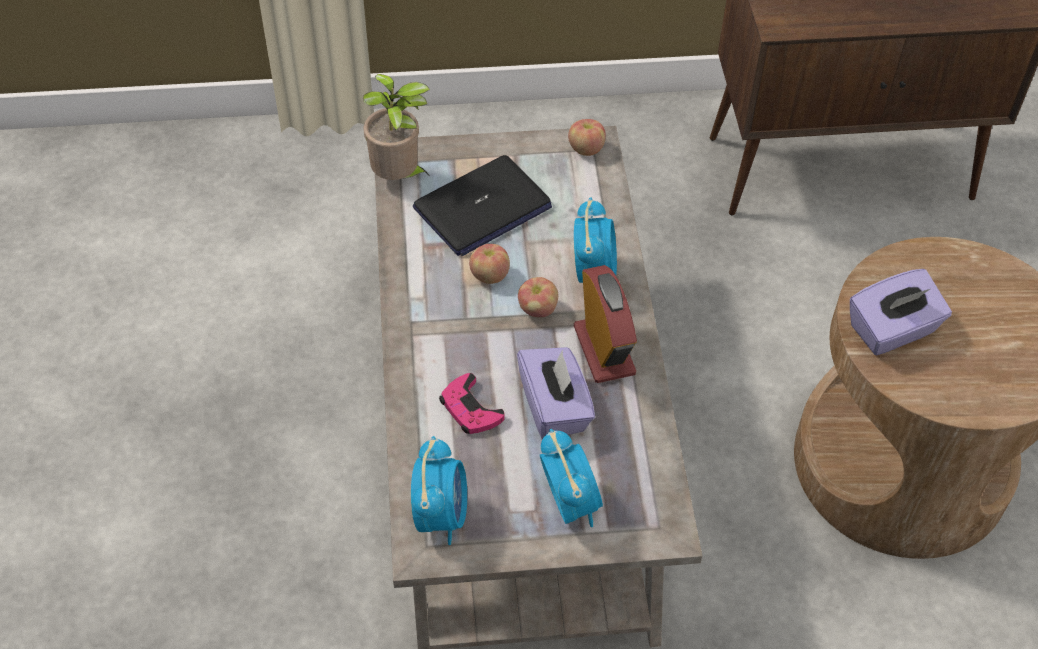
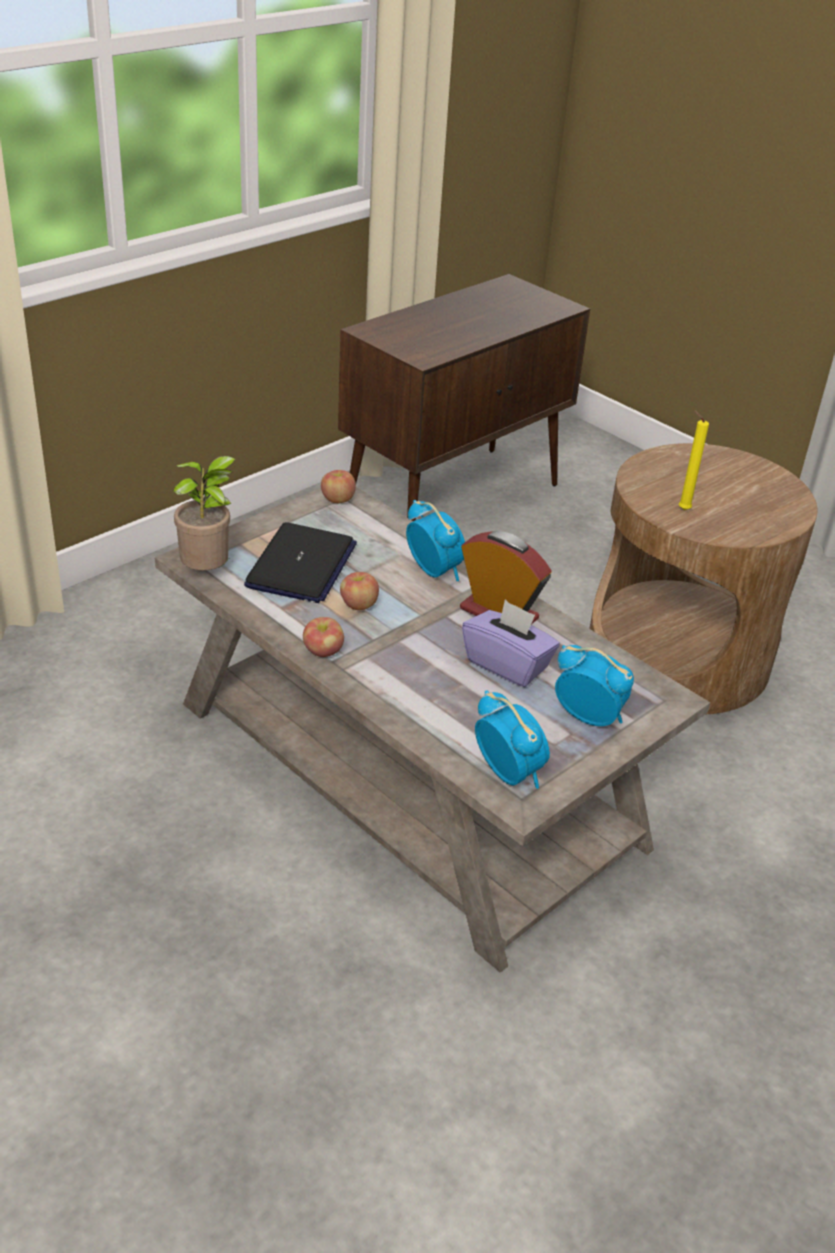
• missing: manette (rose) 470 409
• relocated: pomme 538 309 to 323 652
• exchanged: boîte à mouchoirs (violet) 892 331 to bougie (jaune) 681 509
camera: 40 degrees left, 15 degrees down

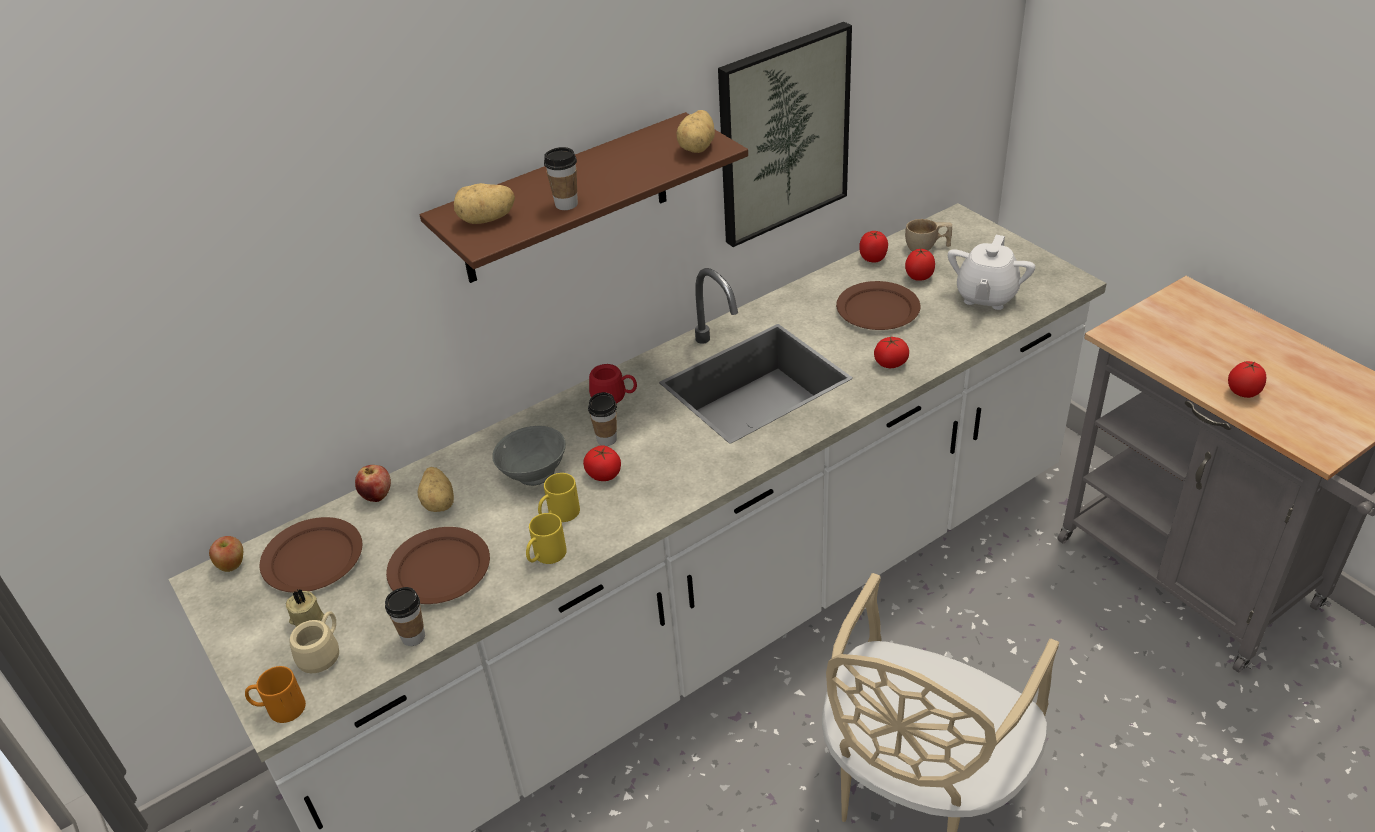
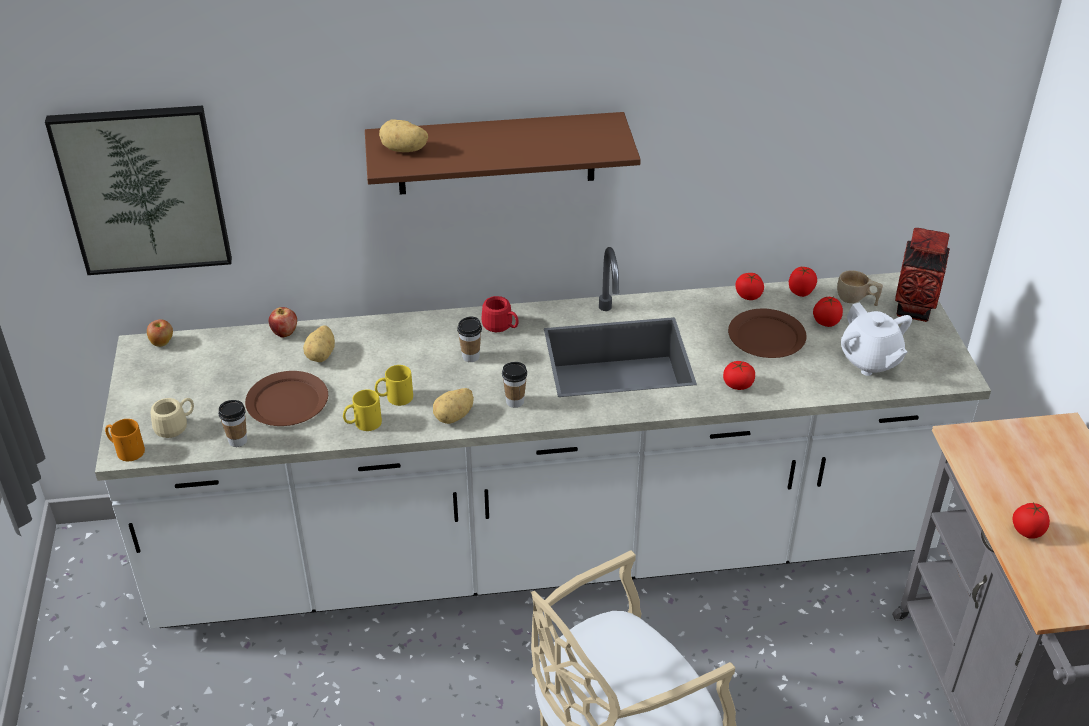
• missing: assiette (marron) 313 558
• missing: bougie (beige) 306 619
• missing: bol (gris) 533 473
• appeared: vase 913 310
• relocated: tasse 566 204 to 515 402
• relocated: tomate 604 474 to 748 295
• relocated: pomme de terre 698 147 to 454 416
• relocated: tableau 783 134 to 143 190
• spun: théière (blanc) 986 296 = 870 361 75 degrees counterclockwise
camera: 25 degrees right, 0 degrees up

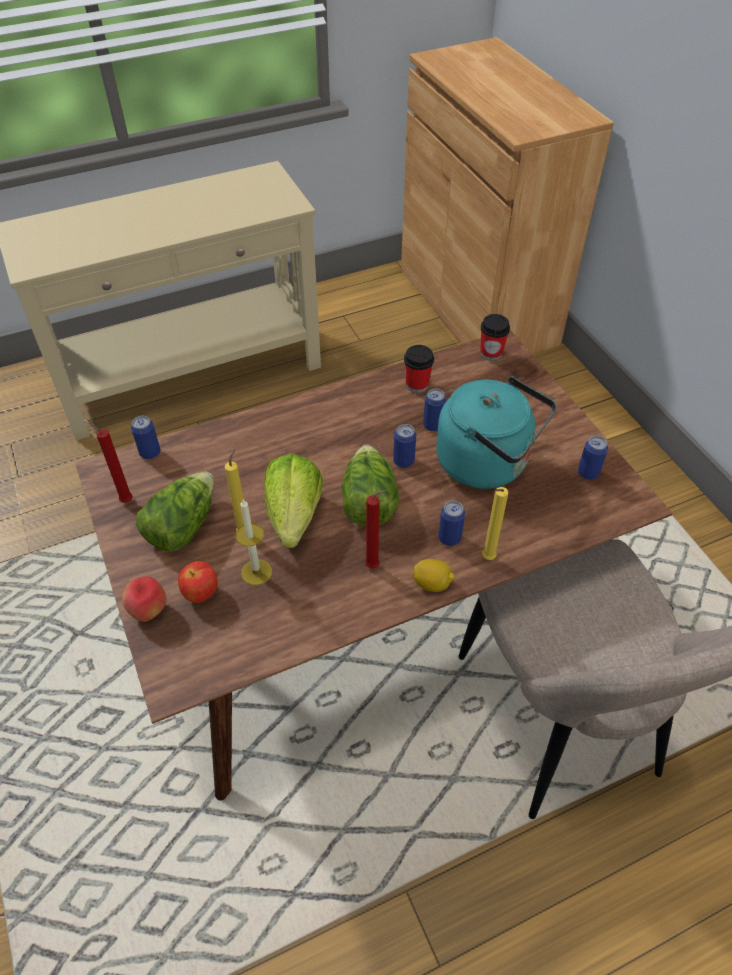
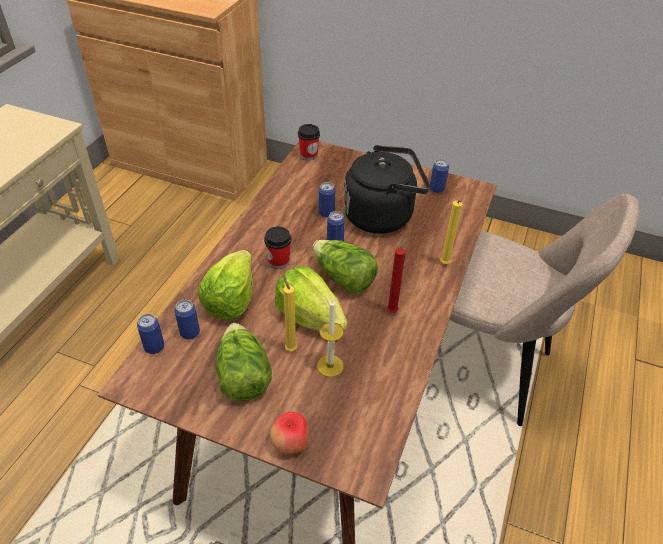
• missing: bougie (rouge) 125 500
• missing: pomme 201 594
• missing: citron 432 584
• appeared: laitue 231 300
• relocated: tasse 417 385 to 279 261
• relocated: boîte métallique 449 538 to 190 333
• colour: bouilloire (turquoise) 487 463 to bouilloire (noir) 382 215
camera: 45 degrees left, 5 degrees down

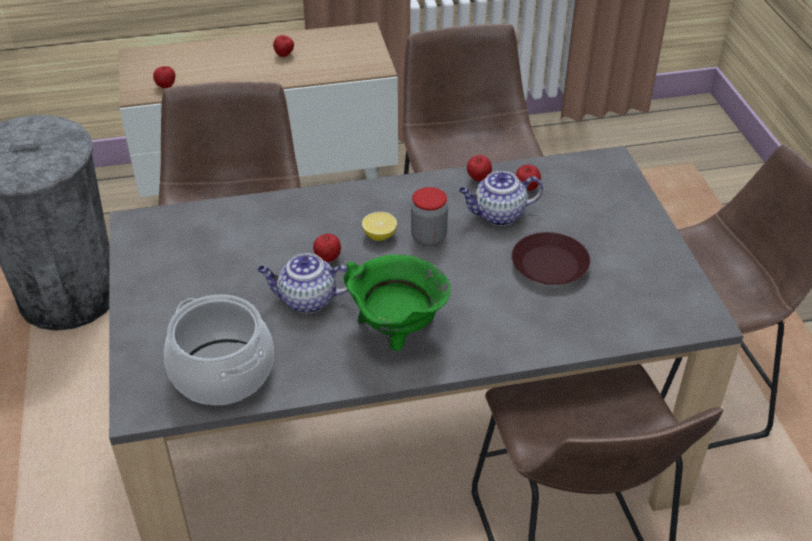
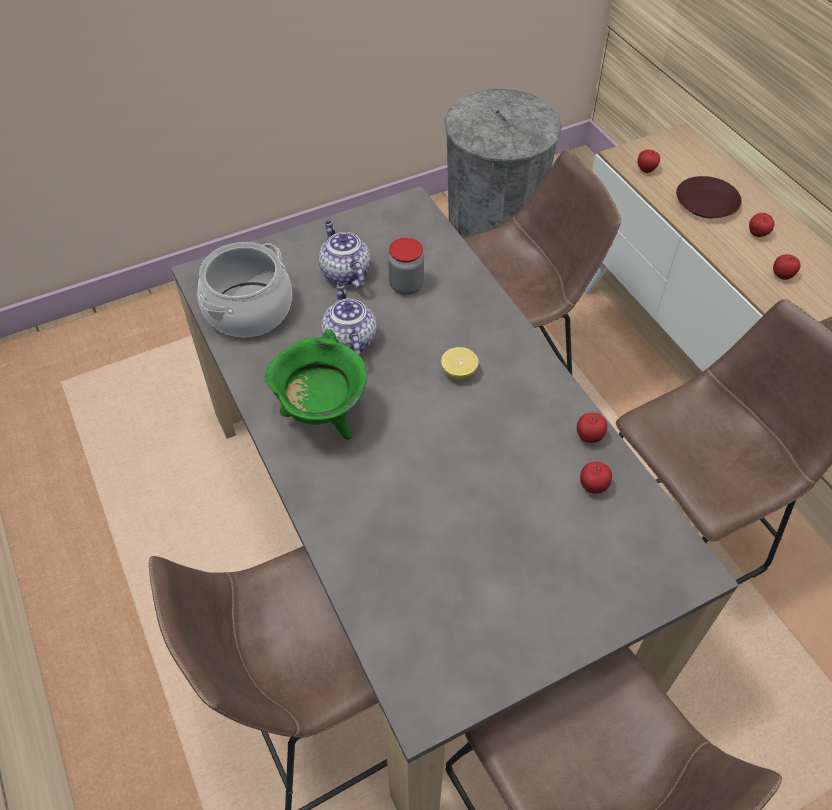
• relocated: pomme 327 259 to 781 276
• relocated: bocal 428 237 to 406 285
• relocated: théière 498 215 to 344 273
• relocated: assiette (marron) 550 265 to 706 203
camera: 75 degrees right, 10 degrees up

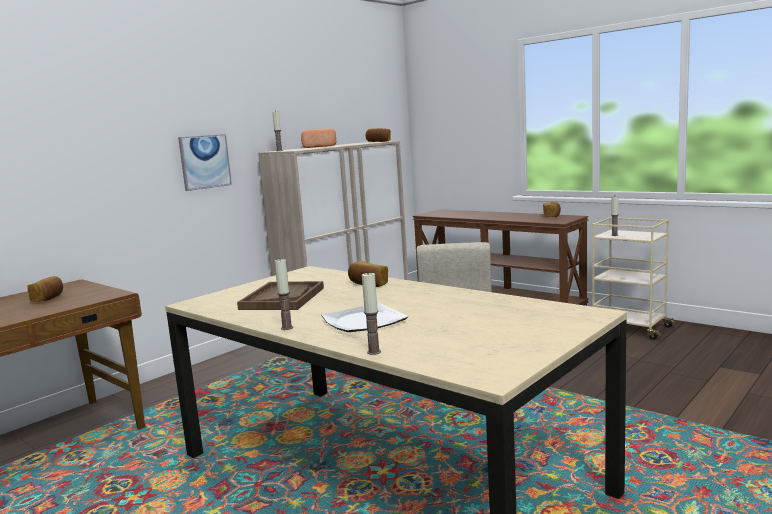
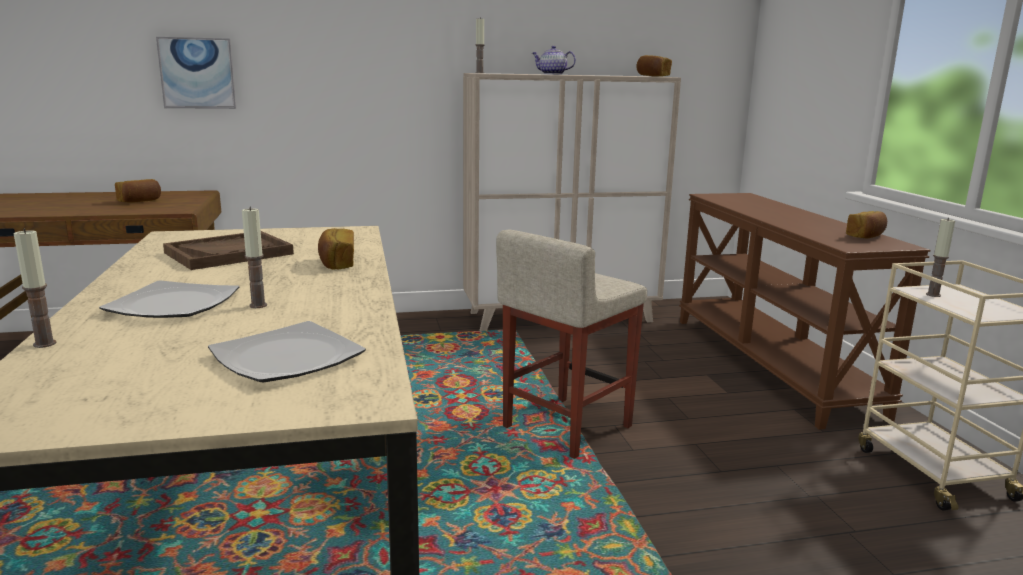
• appeared: assiette 288 357
• relocated: tableau 204 162 to 197 73
• relocated: bougie 287 328 to 258 305
• exchanged: pain 318 147 to théière 552 74
camera: 35 degrees right, 5 degrees up

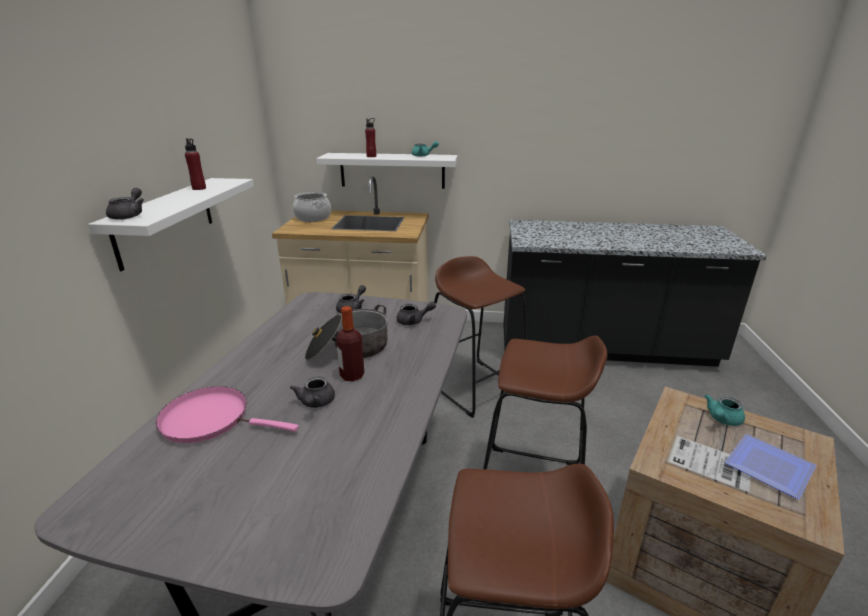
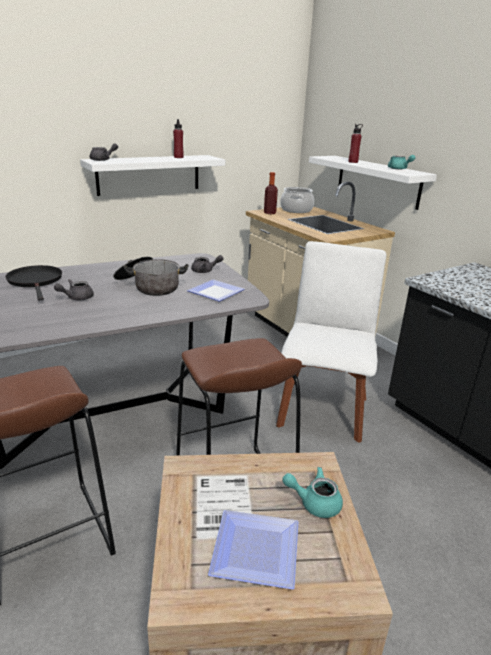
• relocated: bouteille 352 376 to 269 213
• exchanged: théière (gris) 414 321 to assiette 218 292
• exchanged: tabouret (marron) 475 386 to chaise (blanc) 322 408
• colour: poêle (rose) 211 419 to poêle (noir) 36 281
camera: 50 degrees right, 0 degrees up

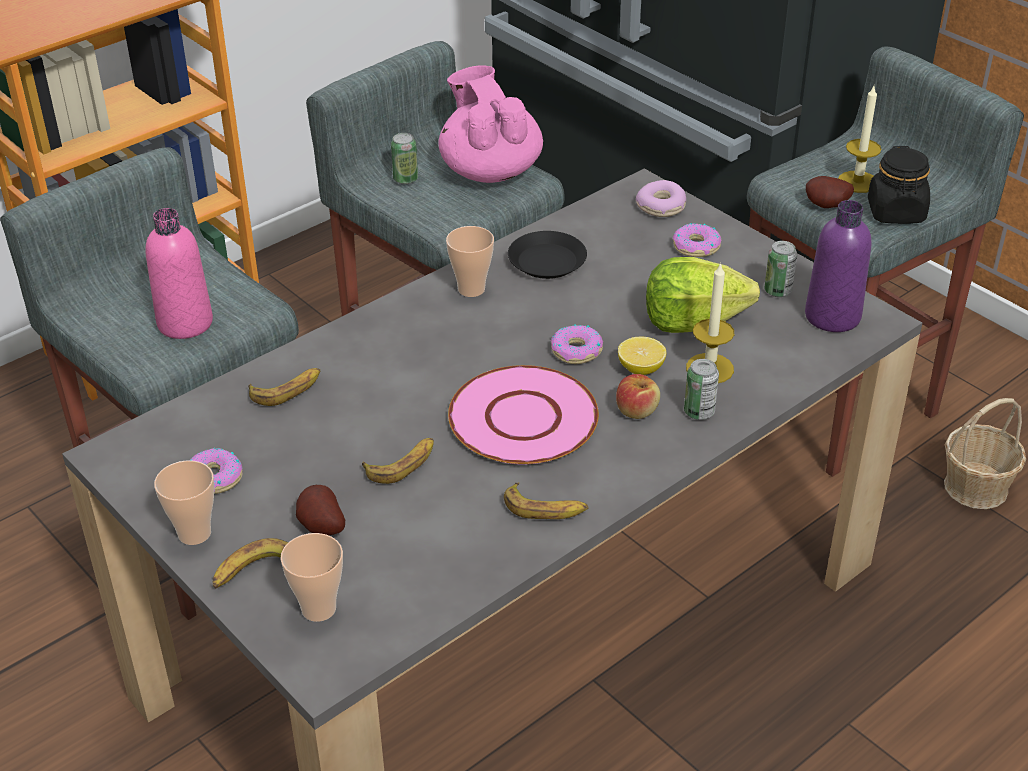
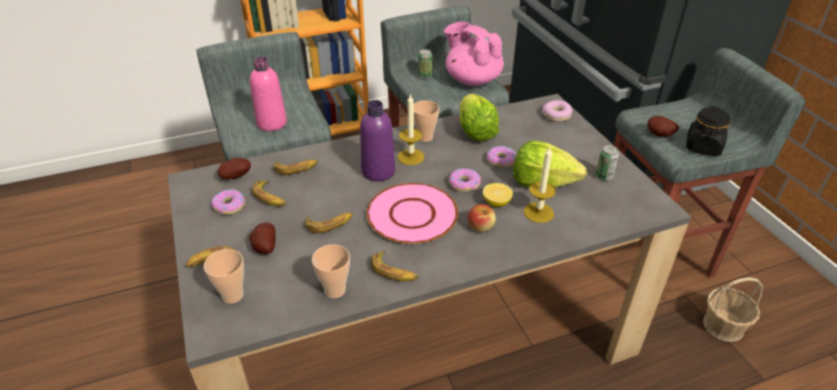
• missing: boîte métallique 699 412
• appeared: pomme de terre 236 176
• appeared: banane 270 198
• relocated: tasse 194 533 to 335 290
• relocated: beignet 696 247 to 501 161
• relocated: bouteille (violet) 832 316 to 378 171
• relocated: bougie 858 182 to 411 157
• exchanged: assiette (noir) 547 261 to laitue 475 131
• spun: théière (rose) 490 170 = 472 79 45 degrees counterclockwise
camera: 20 degrees right, 0 degrees up

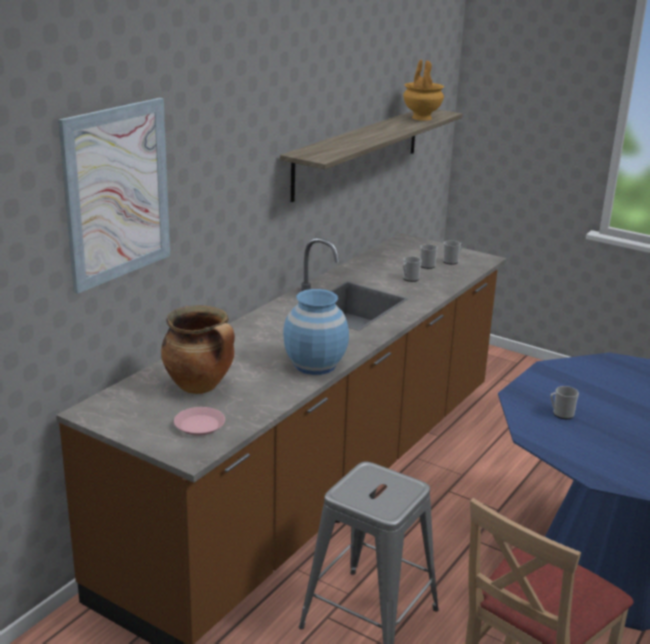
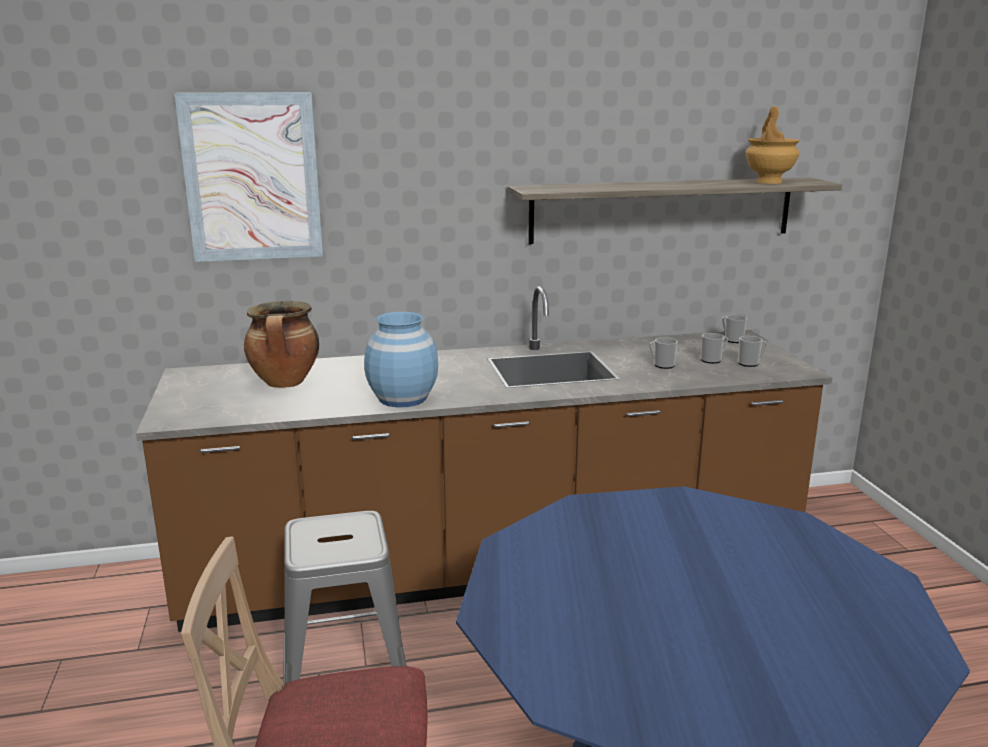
• missing: assiette (rose) 200 425
• relocated: mug 561 414 to 732 339
camera: 45 degrees right, 5 degrees down

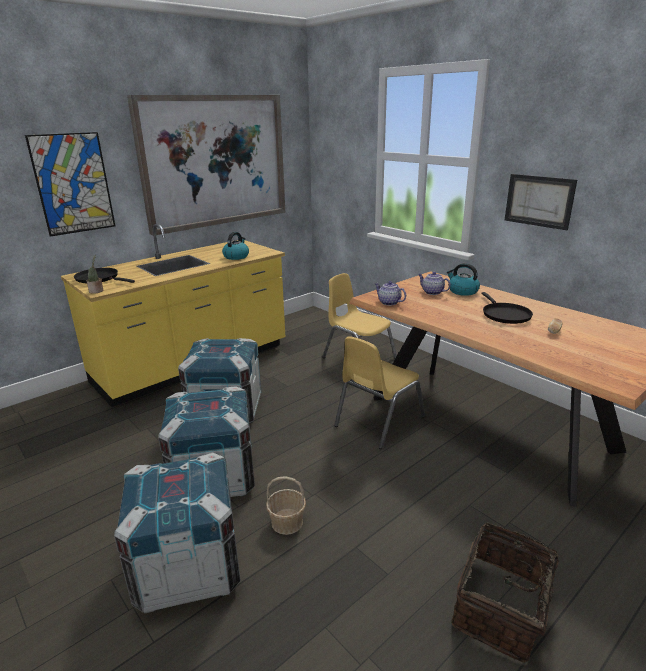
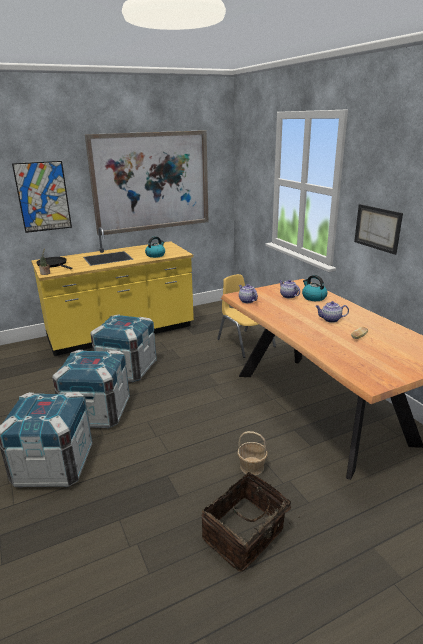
• missing: chaise (jaune) 378 421
• relocated: panier 287 522 to 252 467
• exchanged: poêle (noir) 504 315 to théière 330 319
camera: 15 degrees right, 0 degrees up

